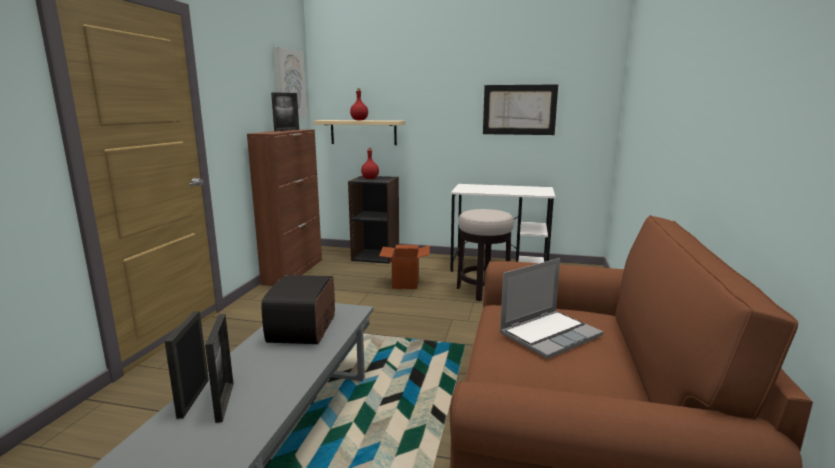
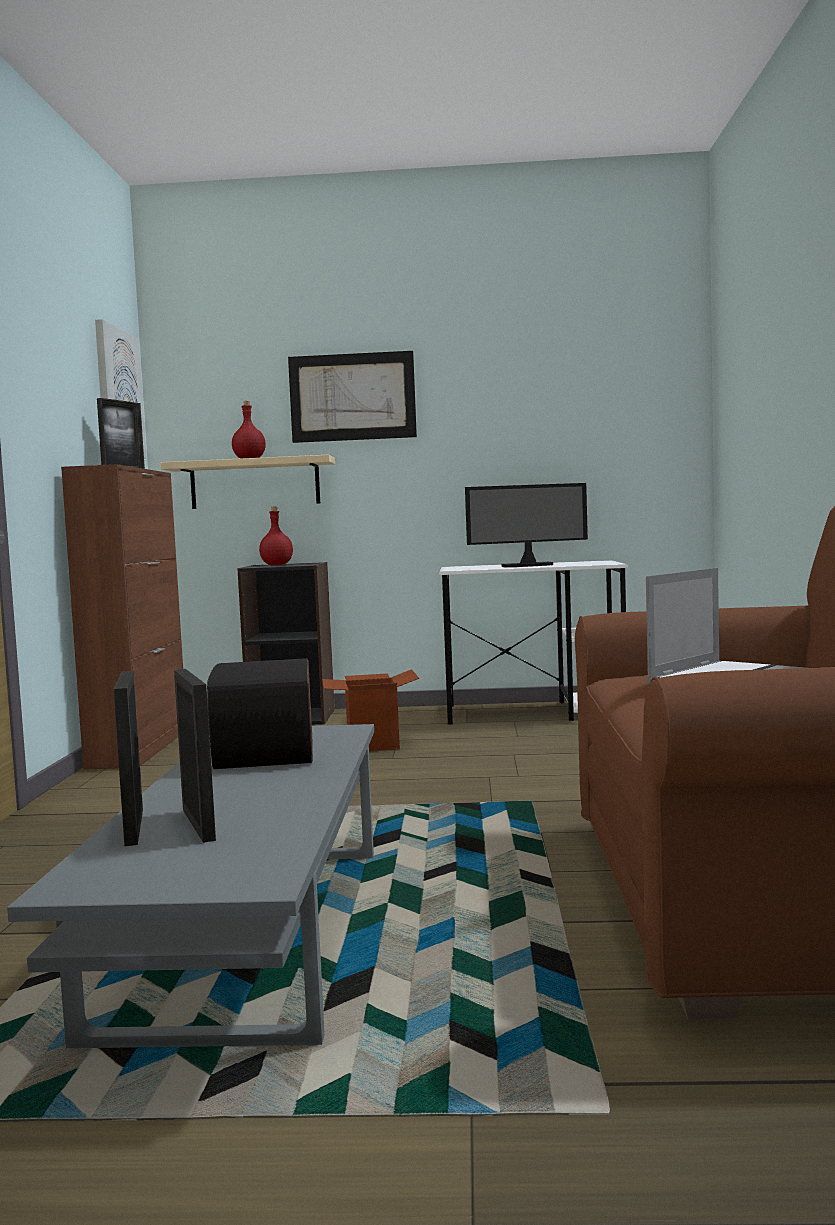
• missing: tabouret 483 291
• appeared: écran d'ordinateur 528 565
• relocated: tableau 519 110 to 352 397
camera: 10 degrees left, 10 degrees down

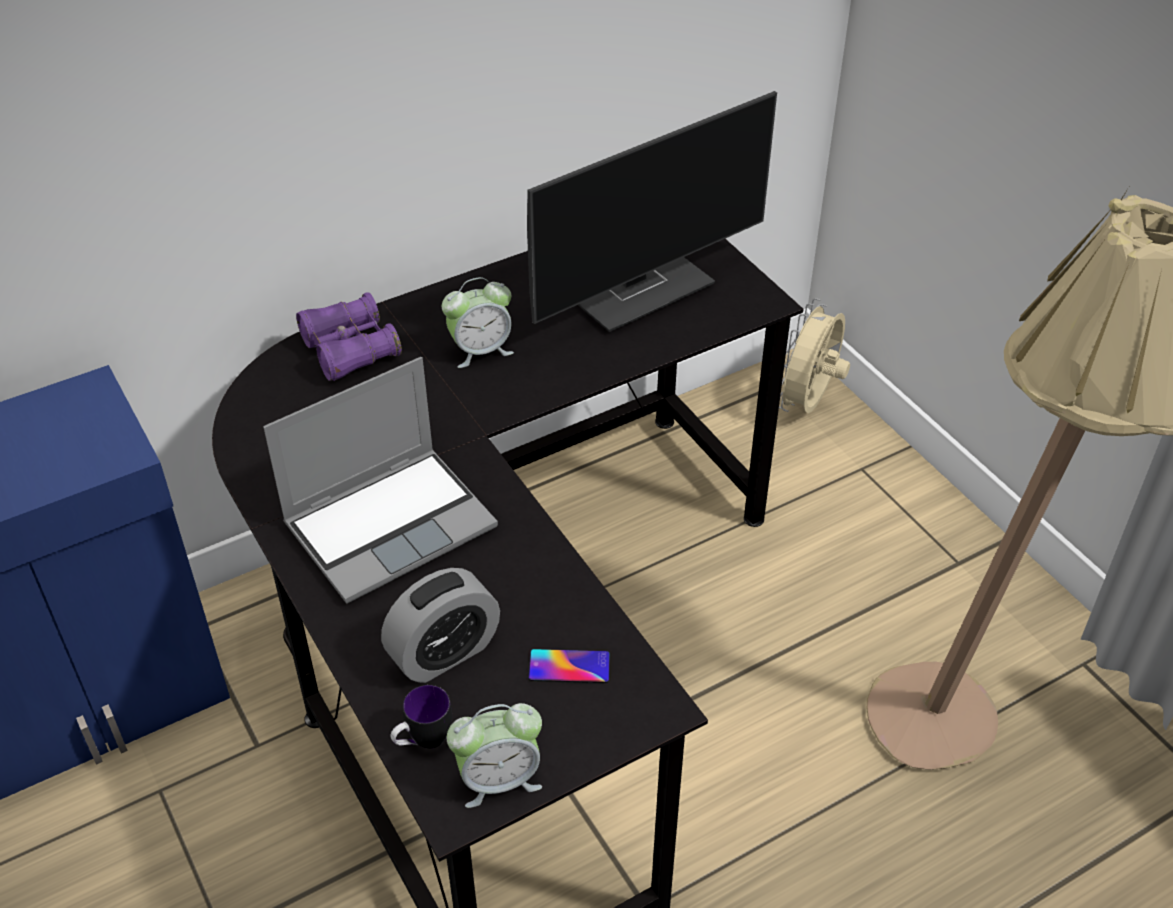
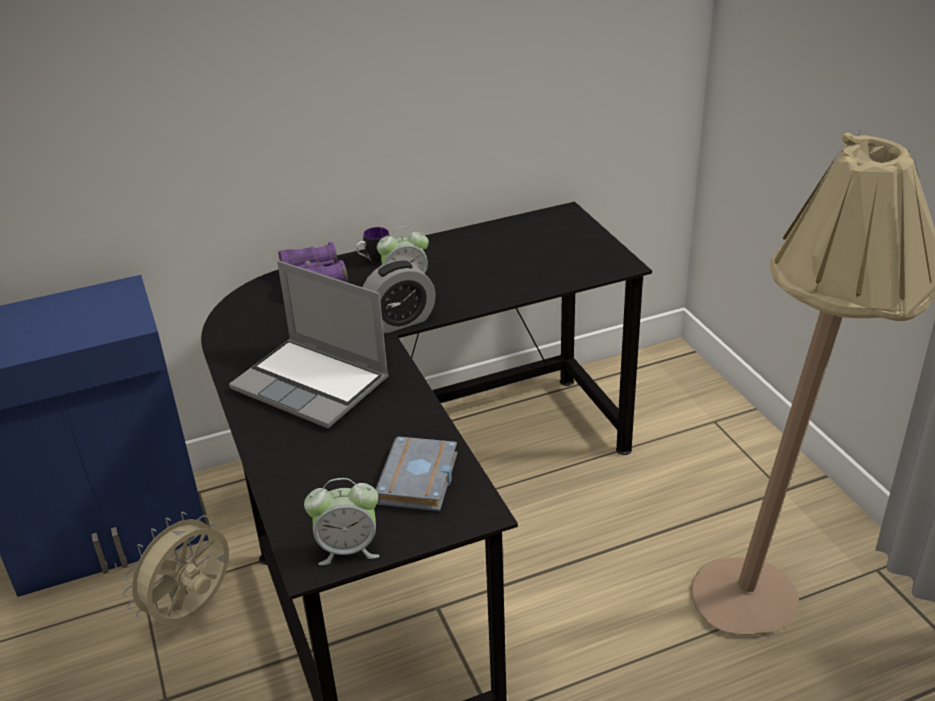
• missing: écran d'ordinateur 639 287
• relocated: réveil 444 653 to 400 321
• relocated: mug 423 742 to 374 261
• relocated: ventilateur (beige) 808 404 to 193 611
• exchanged: téléphone 569 666 to livre (gris) 420 481
• spun: ordinateur portable 391 524 = 313 384 60 degrees clockwise
camera: 10 degrees right, 10 degrees down

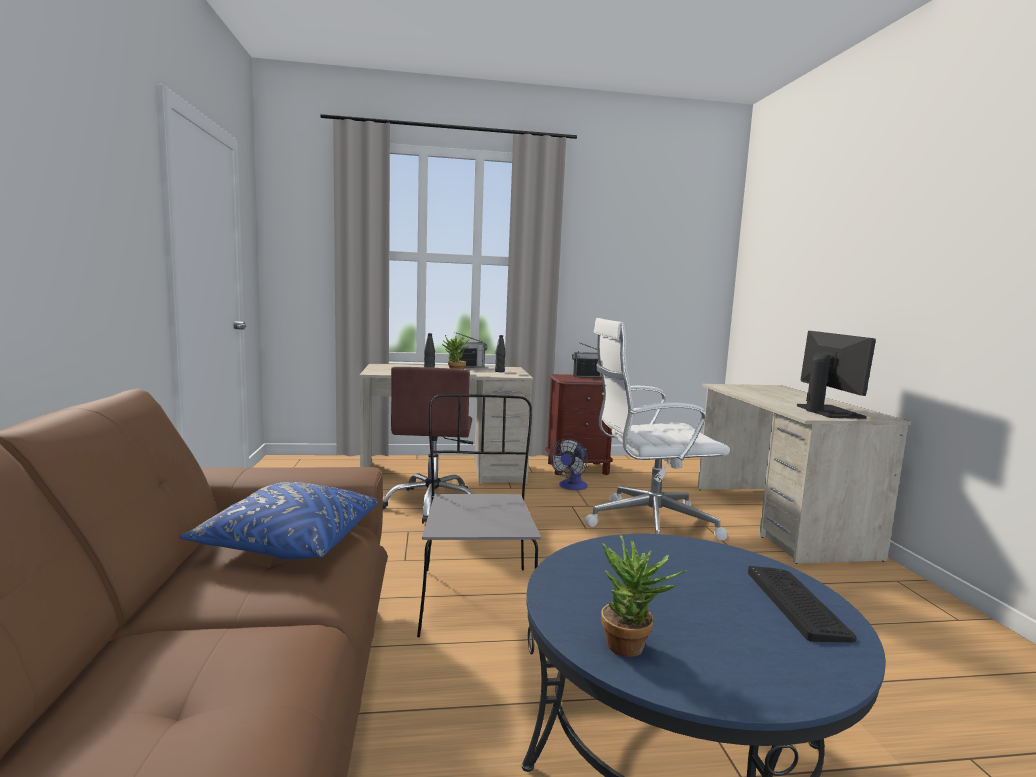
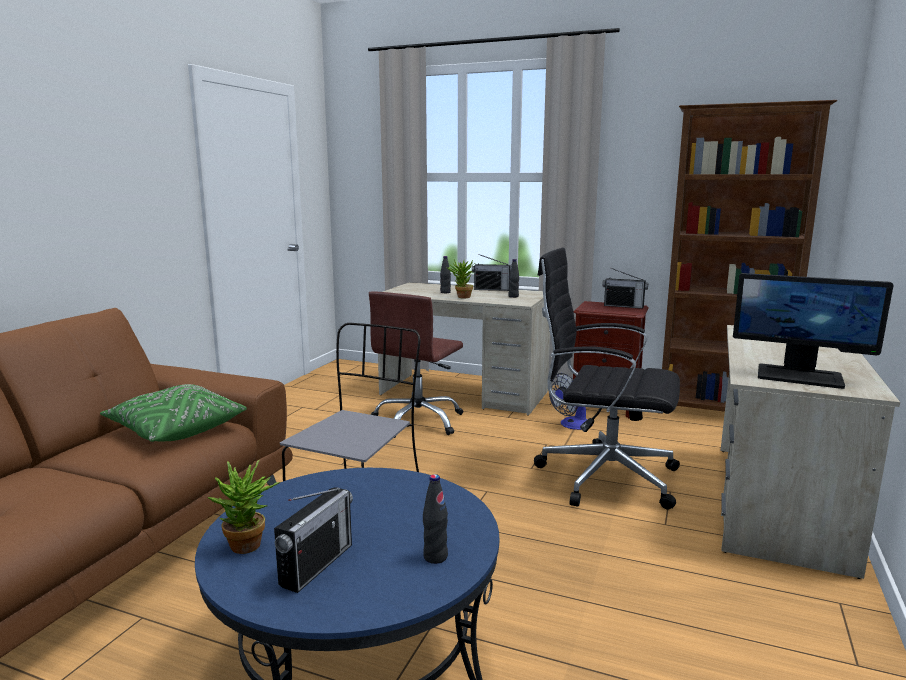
• appeared: radio 317 565
• appeared: bibliothèque (marron) 721 413
• exchanged: clavier 797 603 to bouteille (noir) 435 557
• colour: coussin (bleu) 289 543 to coussin (vert) 175 430
• colour: chaise de bureau (blanc) 647 524 to chaise de bureau (noir) 603 476
• spun: écran d'ordinateur 828 411 = 800 376 90 degrees clockwise
camera: 30 degrees right, 5 degrees up

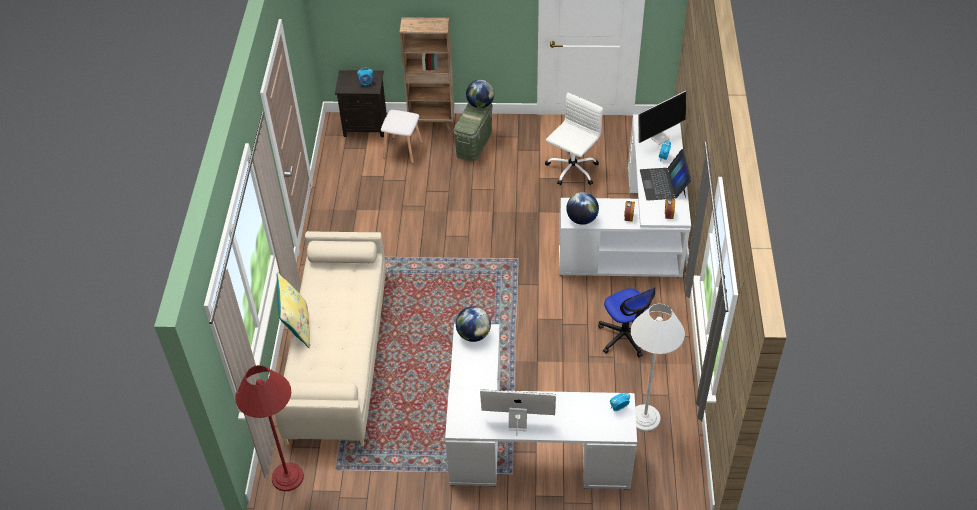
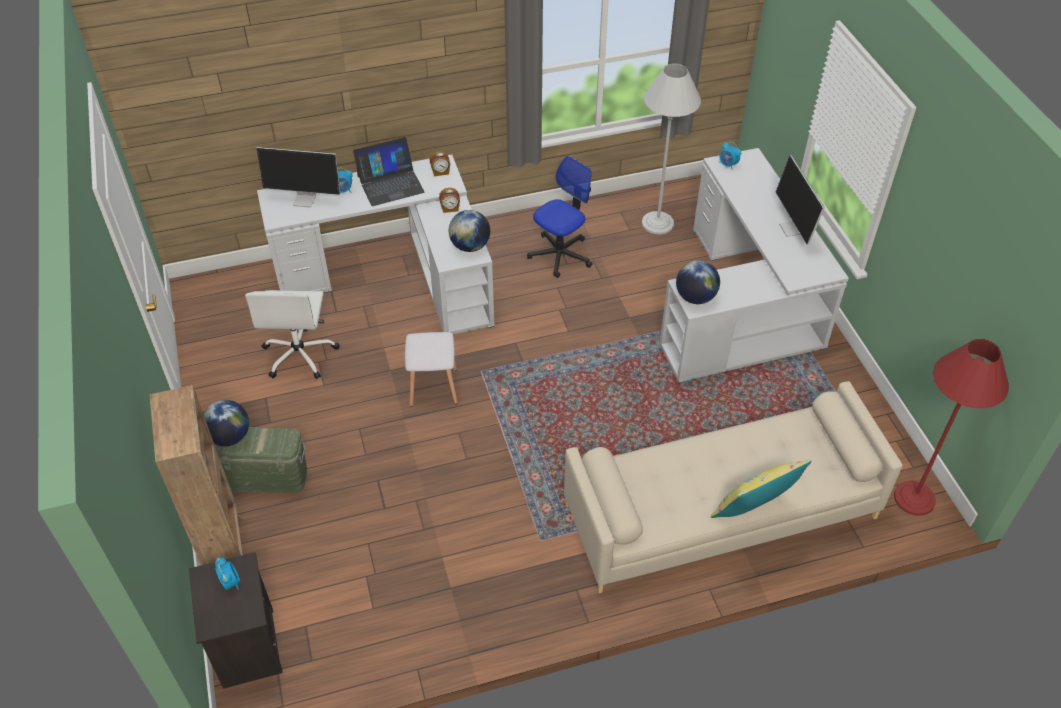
• relocated: tabouret (blanc) 402 149 to 432 387
• spun: chaise de bureau (blanc) 571 170 = 300 354 105 degrees counterclockwise
• spun: écran d'ordinateur 659 137 = 305 199 150 degrees clockwise
camera: 110 degrees left, 0 degrees up

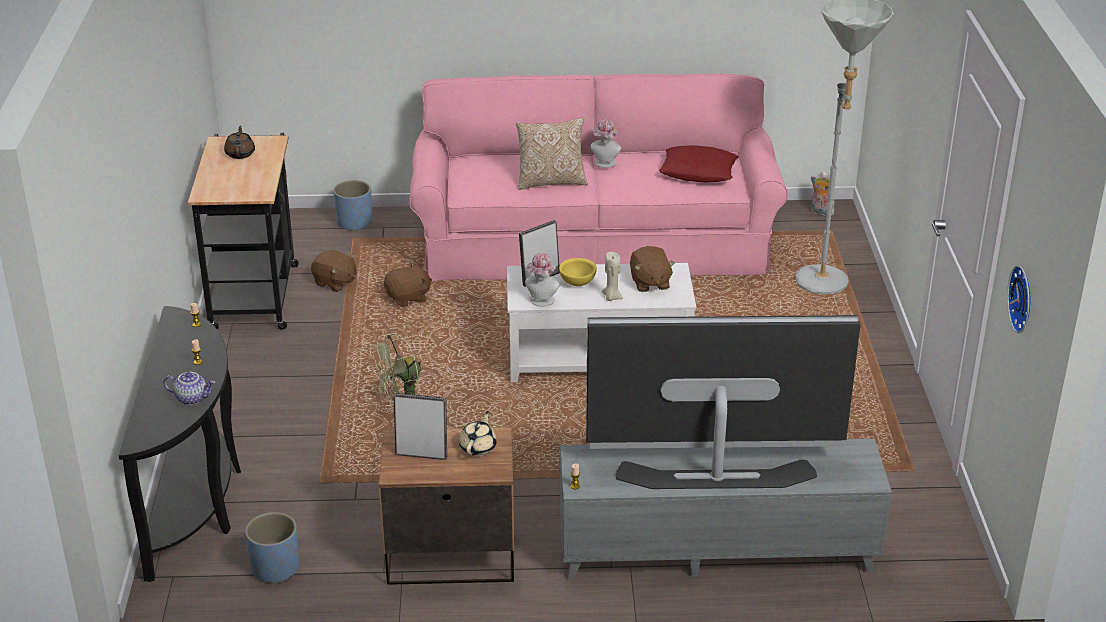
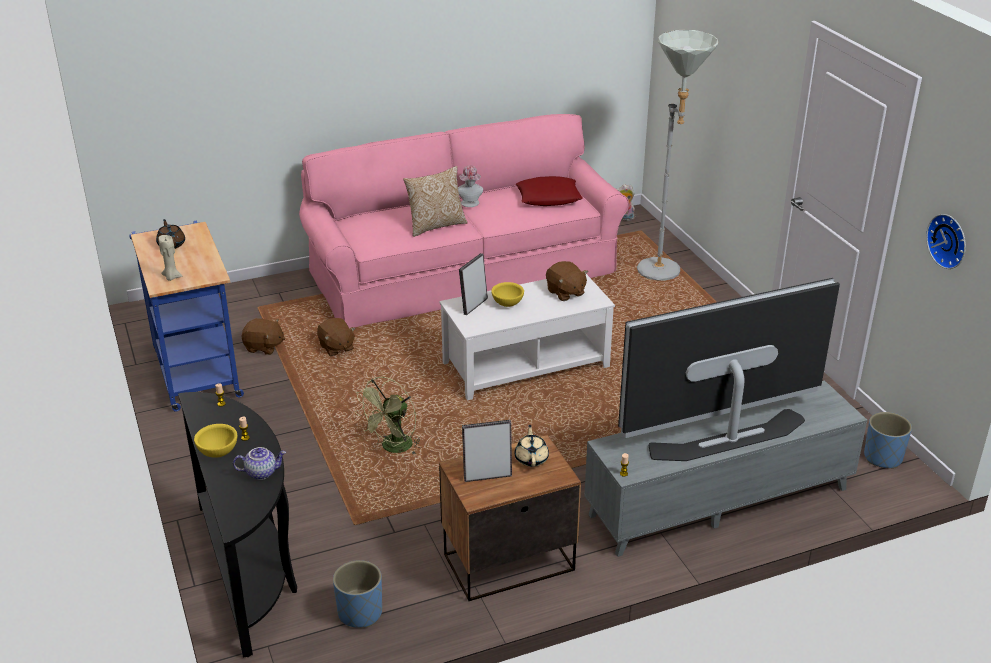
• missing: chapeau 541 302
• appeared: bol (jaune) 217 452
• relocated: cache-pot (bleu) 354 222 to 882 457
• relocated: bougie (beige) 611 297 to 171 277
• colour: chariot (noir) 255 292 to chariot (bleu) 195 369
• spun: peluche (marron) 408 298 = 336 348 105 degrees clockwise
camera: 20 degrees left, 0 degrees up

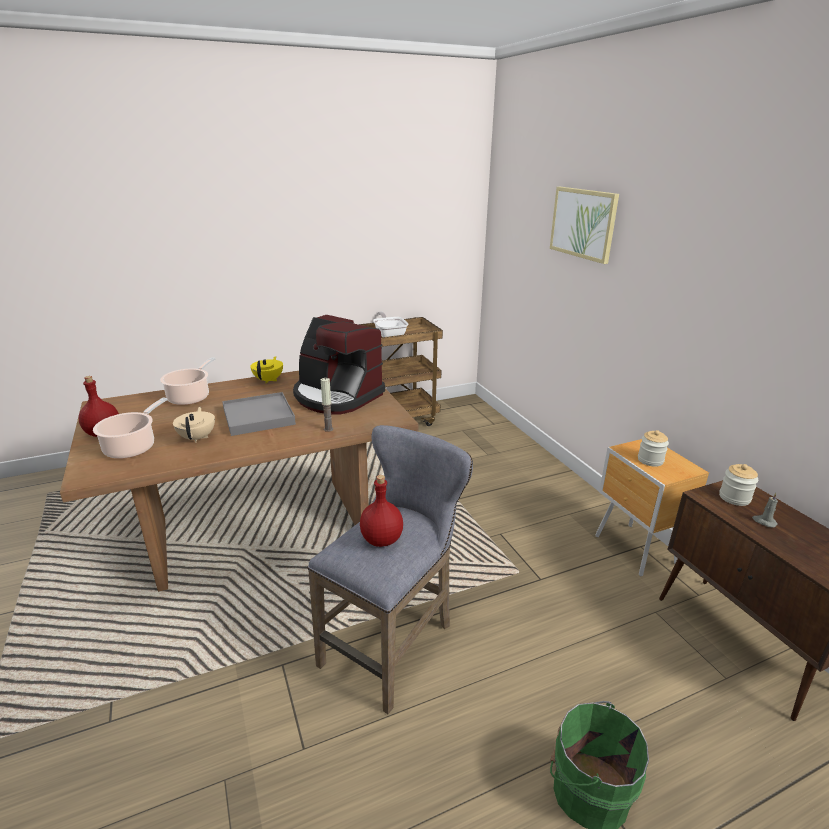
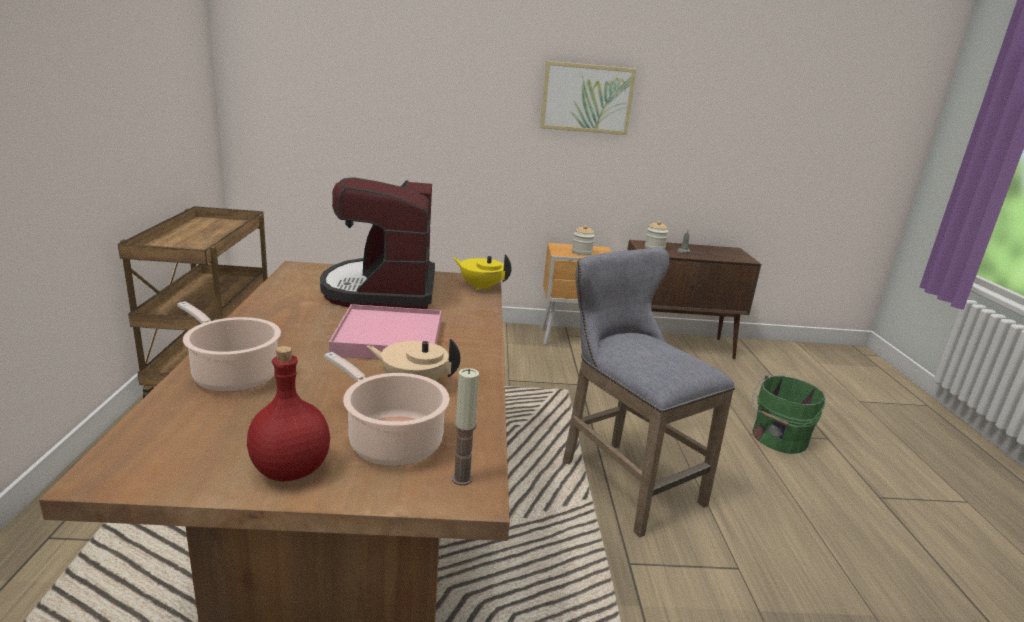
• missing: bouteille (rouge) 382 540
• missing: poêle 389 335
• relocated: théière (jaune) 269 380 to 480 287
• relocated: bougie 328 429 to 462 479
• relocated: tableau 583 223 to 586 98
• colour: plateau (gris) 258 417 to plateau (rose) 388 338
• spun: machine à café 337 396 = 382 290 120 degrees clockwise
camera: 70 degrees left, 5 degrees down

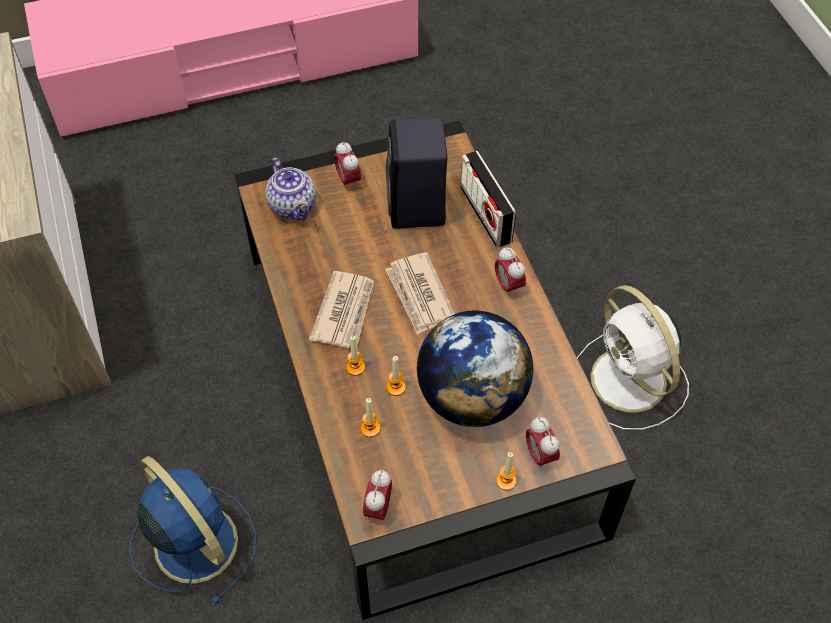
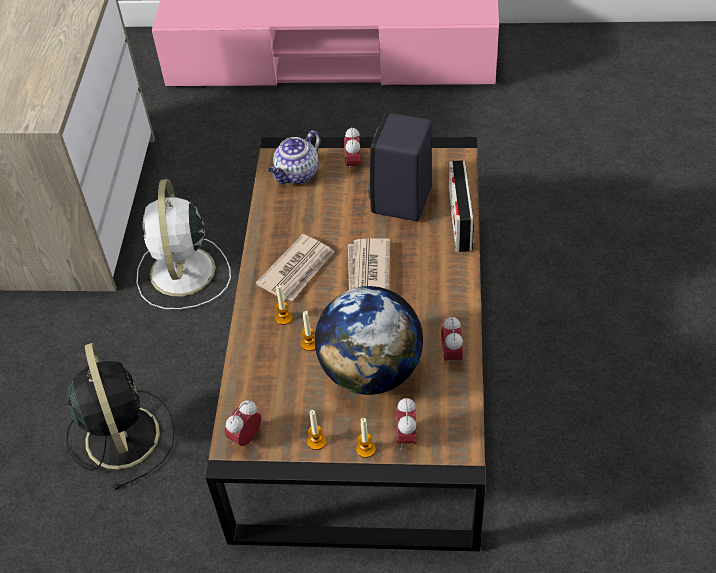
• relocated: bougie 370 428 to 316 441
• relocated: réveil 508 285 to 451 355
• relocated: ventilateur (blanc) 630 382 to 182 274
• colour: ventilateur (bleu) 193 540 to ventilateur (noir) 121 434
• spun: théière 293 206 = 297 174 45 degrees clockwise
camera: 25 degrees right, 5 degrees down

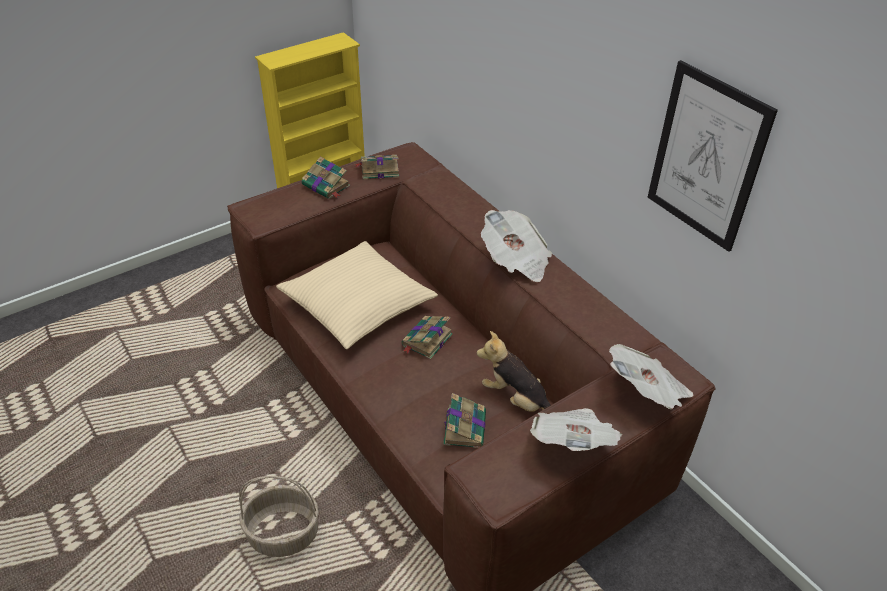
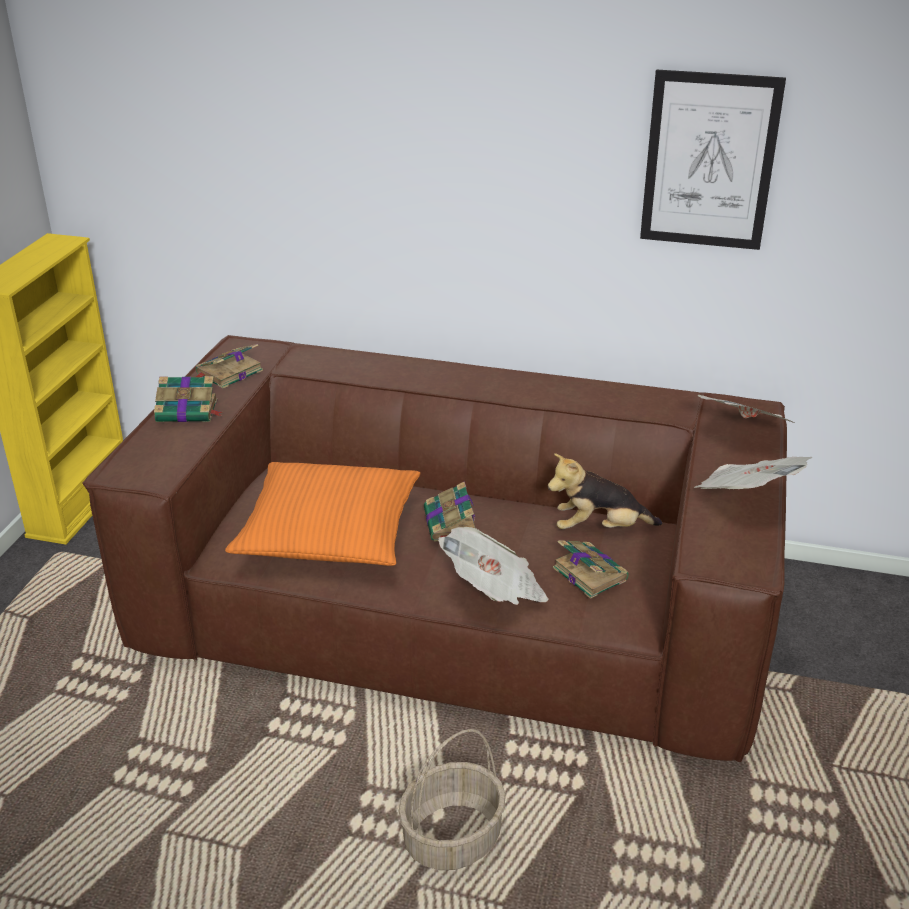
• relocated: journal 516 261 to 494 590
• colour: coussin (beige) 357 304 to coussin (orange) 329 531
camera: 40 degrees left, 10 degrees down

